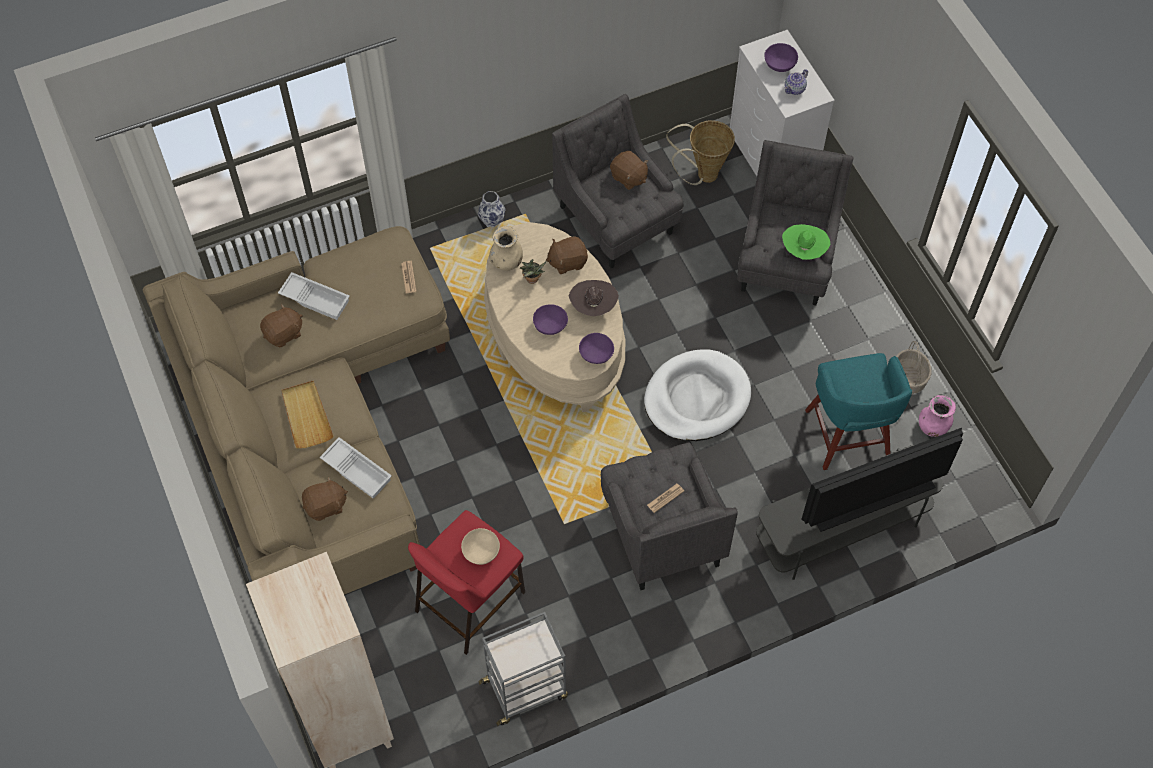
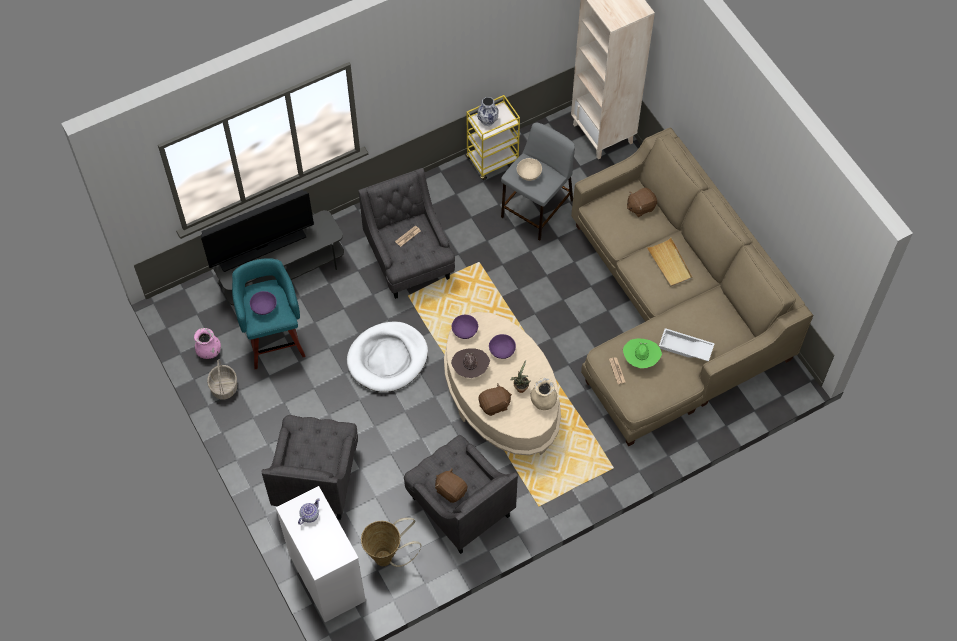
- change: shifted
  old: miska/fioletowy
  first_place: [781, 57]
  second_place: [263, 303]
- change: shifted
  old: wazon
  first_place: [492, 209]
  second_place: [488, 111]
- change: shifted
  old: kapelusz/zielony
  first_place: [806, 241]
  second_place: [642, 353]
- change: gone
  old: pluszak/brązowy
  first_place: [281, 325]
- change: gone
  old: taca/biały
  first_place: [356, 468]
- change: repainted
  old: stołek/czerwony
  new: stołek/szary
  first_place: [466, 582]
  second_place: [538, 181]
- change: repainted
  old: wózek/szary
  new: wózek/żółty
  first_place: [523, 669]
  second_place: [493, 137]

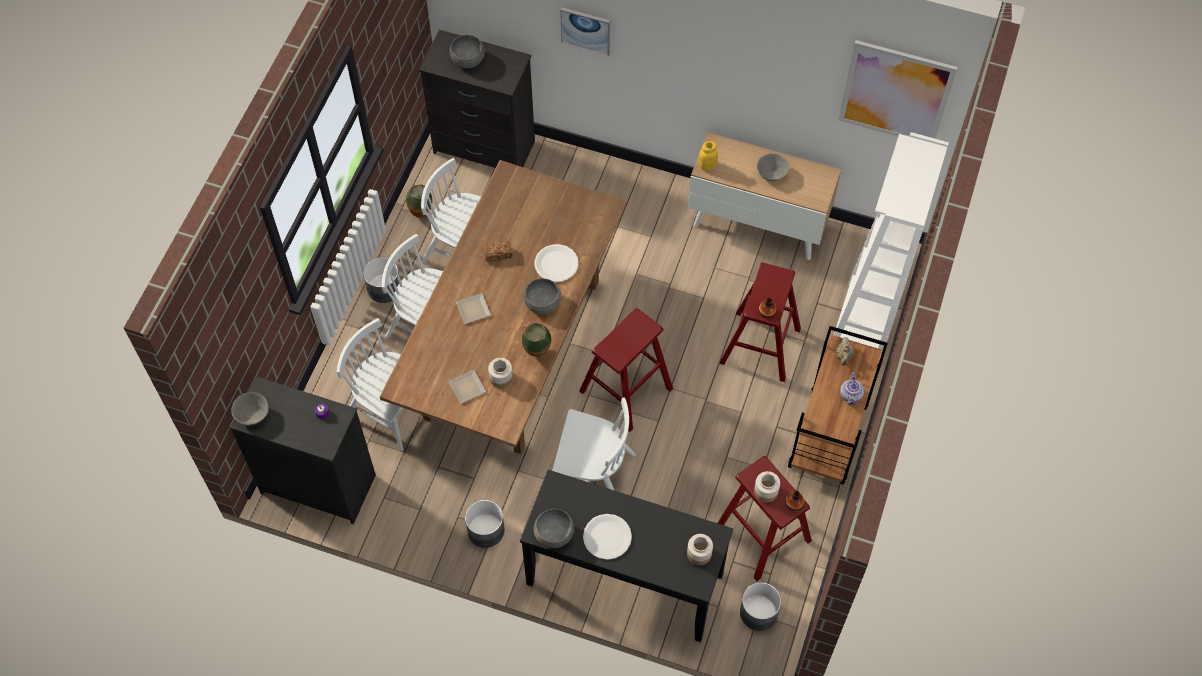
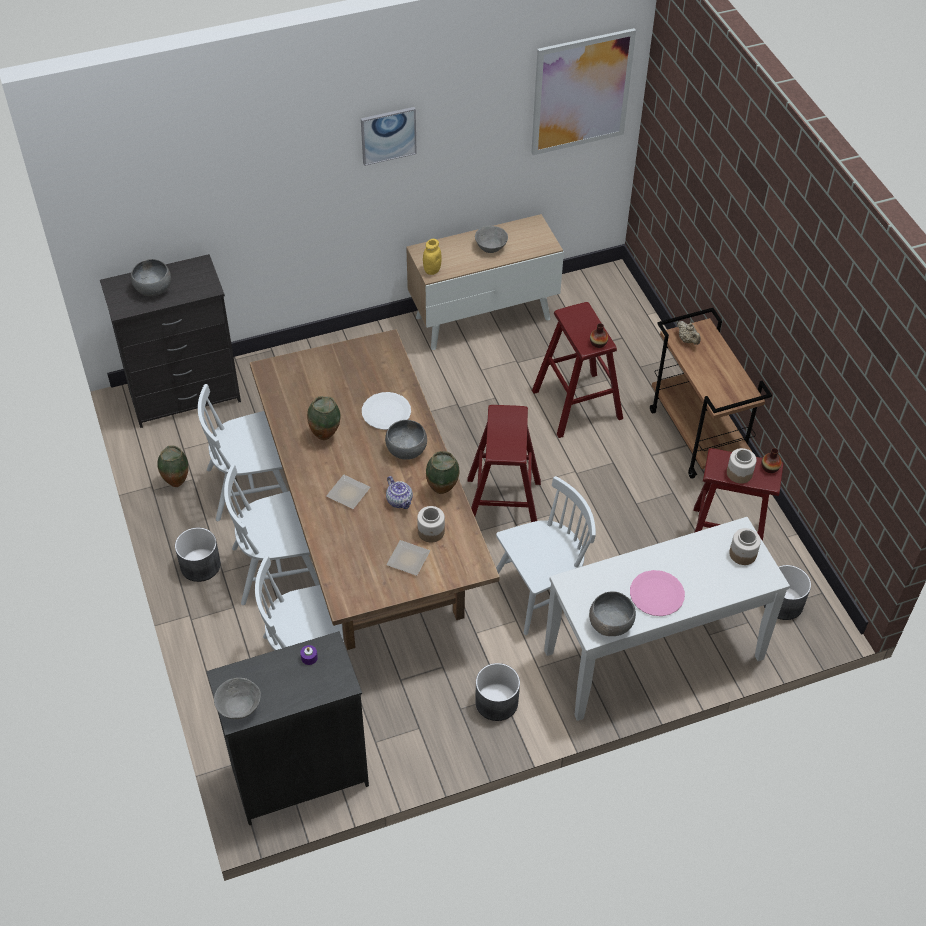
- change: shifted
  old: obraz
  first_place: [585, 31]
  second_place: [389, 136]
- change: gone
  old: regał/biały
  first_place: [891, 251]
- change: swapped
  old: chleb
  new: wazon
  first_place: [497, 251]
  second_place: [324, 418]
- change: shifted
  old: imbryk
  first_place: [852, 389]
  second_place: [399, 492]
- change: repainted
  old: stolik konsolowy/czarny
  new: stolik konsolowy/biały
  first_place: [626, 556]
  second_place: [667, 619]
- change: repainted
  old: talerz/biały
  new: talerz/różowy
  first_place: [607, 537]
  second_place: [657, 593]

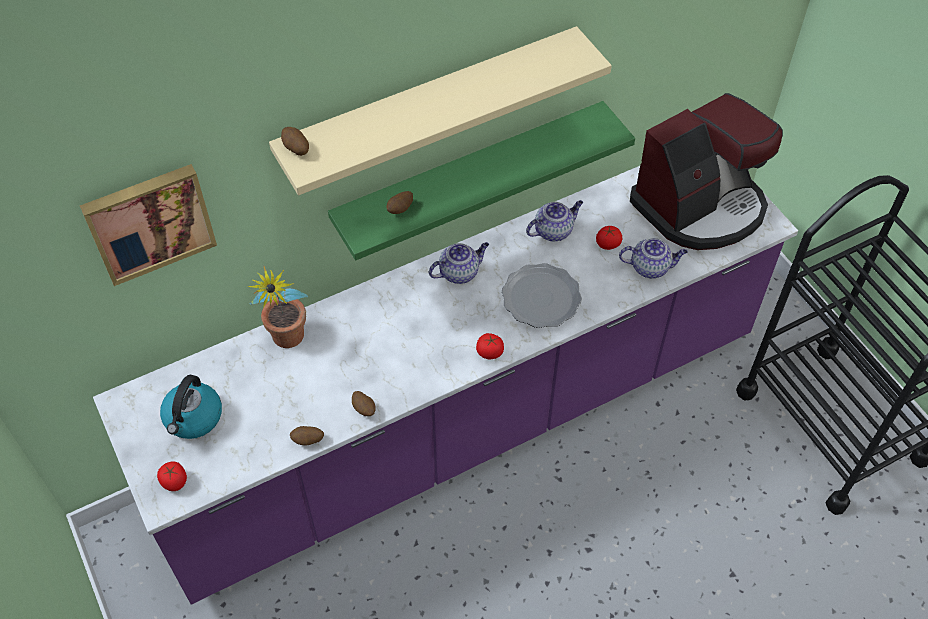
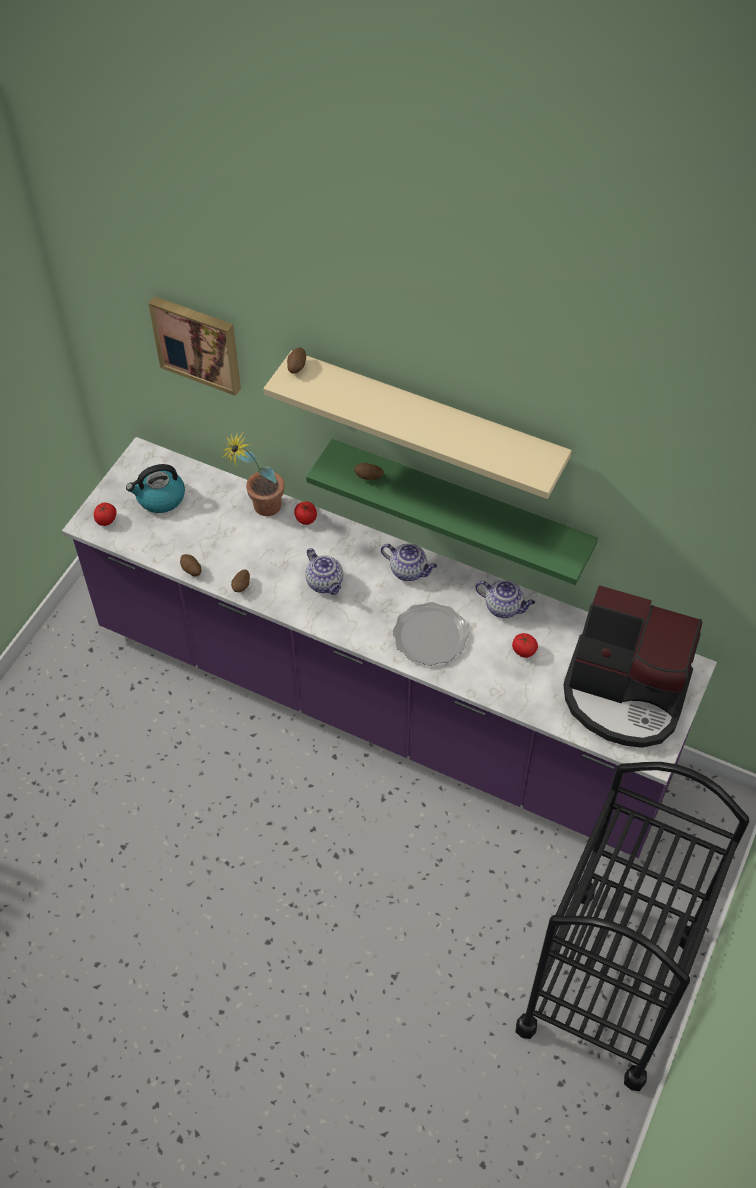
- change: shifted
  old: imbryk
  first_place: [653, 258]
  second_place: [324, 571]
- change: shifted
  old: pomidor
  first_place: [490, 346]
  second_place: [305, 513]

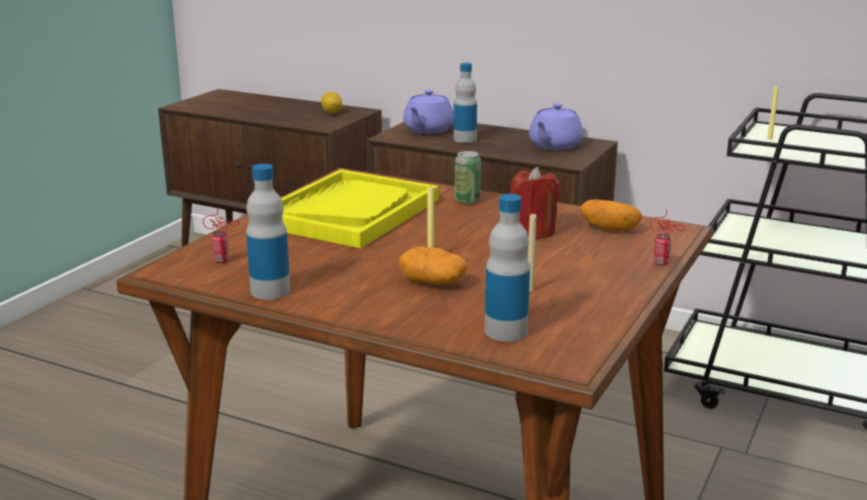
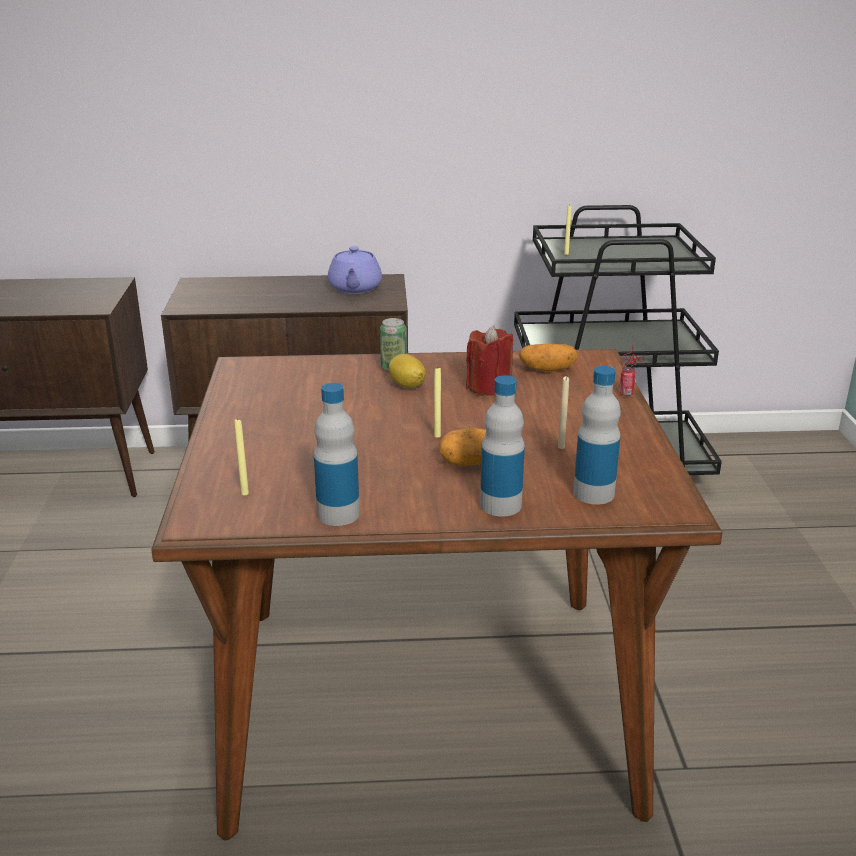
- change: shifted
  old: butelka
  first_place: [465, 103]
  second_place: [502, 446]
- change: gone
  old: imbryk/fioletowy
  first_place: [428, 111]
- change: shifted
  old: cytryna
  first_place: [331, 103]
  second_place: [407, 371]
- change: gone
  old: taca/żółty
  first_place: [360, 208]
- change: swapped
  old: puszka
  new: świeca/żółty
  first_place: [221, 235]
  second_place: [241, 456]

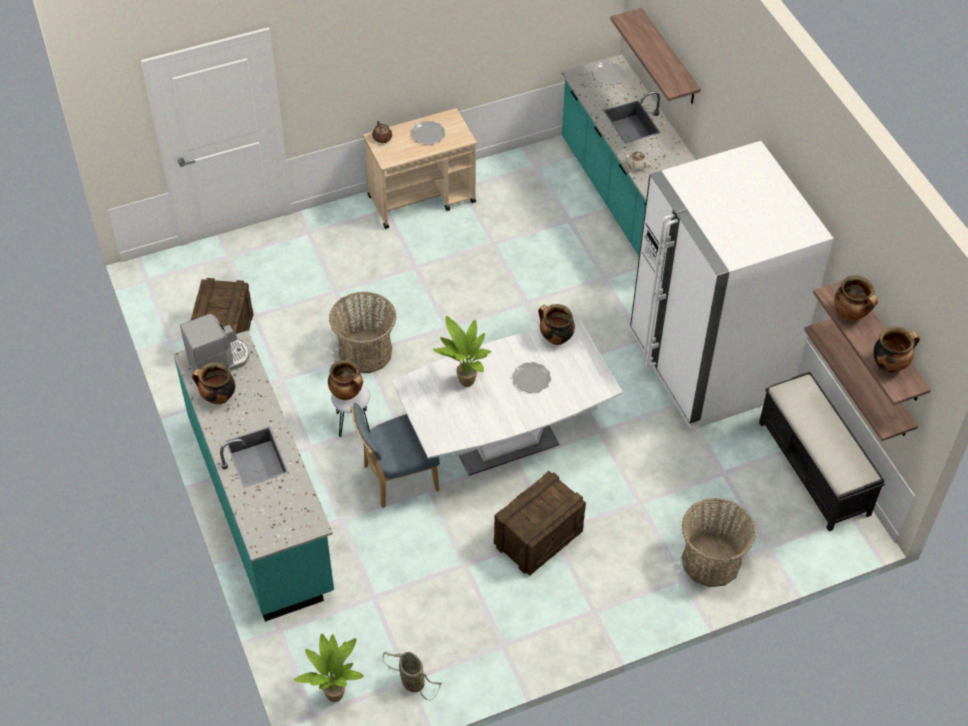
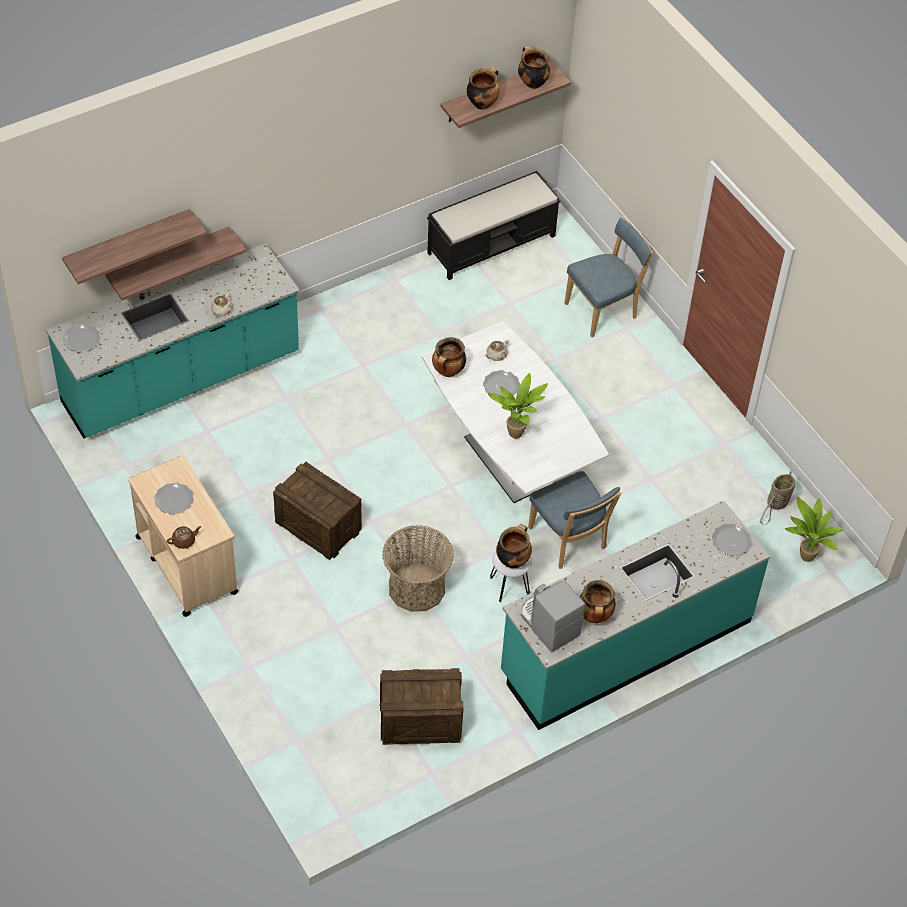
- change: gone
  old: lodówka/biały
  first_place: [732, 285]
- change: shifted
  old: półka
  first_place: [861, 380]
  second_place: [176, 263]
- change: shifted
  old: skrzynka
  first_place: [540, 523]
  second_place: [317, 511]
- change: swapped
  old: koszyk
  new: krzesło/niebieski
  first_place: [718, 542]
  second_place: [608, 277]
- change: new
  new: imbryk/beżowy
  second_place: [497, 350]
- change: new
  new: talerz
  second_place: [732, 540]

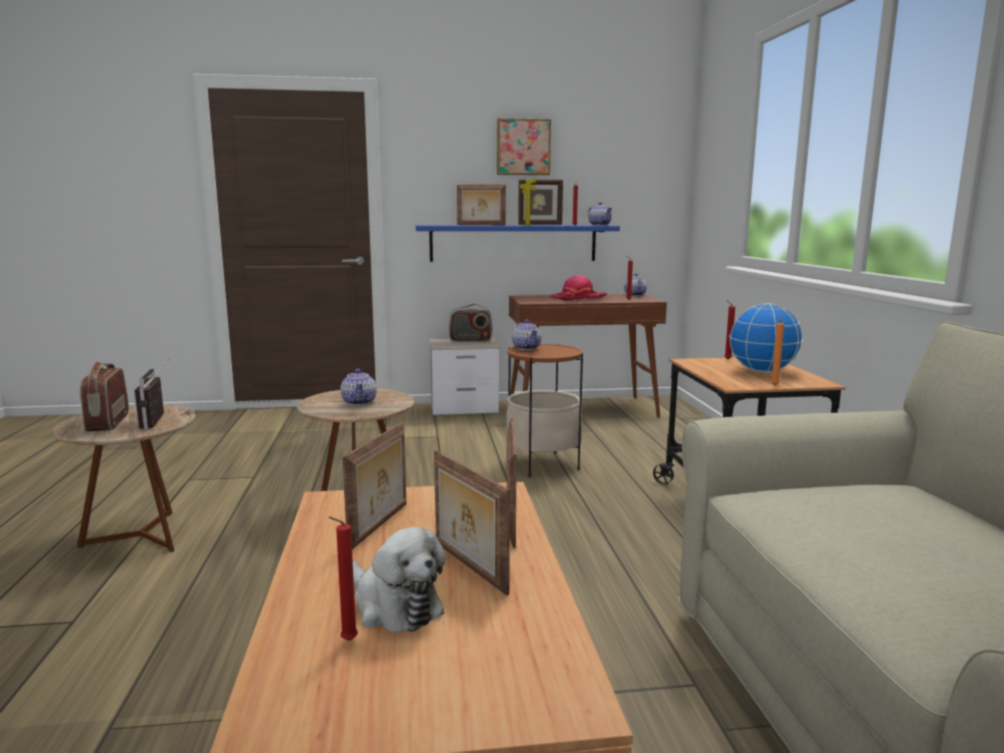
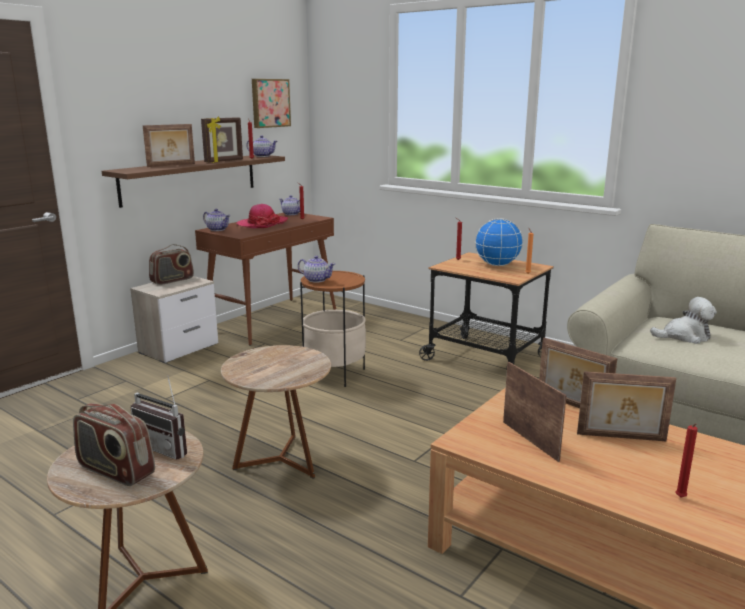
- change: shifted
  old: obraz
  first_place: [524, 146]
  second_place: [271, 103]
- change: repainted
  old: półka/niebieski
  new: półka/brązowy
  first_place: [518, 243]
  second_place: [193, 181]
- change: shifted
  old: imbryk
  first_place: [359, 387]
  second_place: [217, 220]
- change: shifted
  old: pluszak
  first_place: [399, 580]
  second_place: [683, 320]

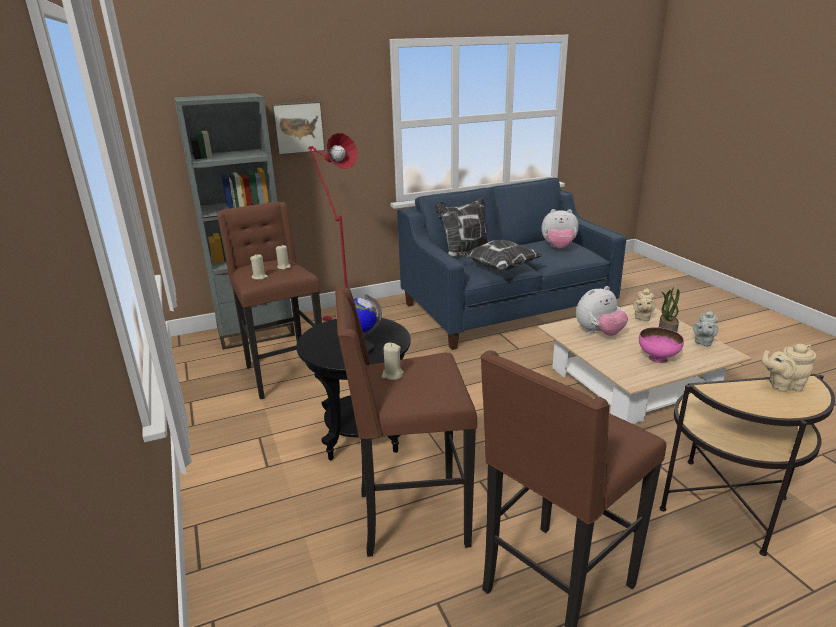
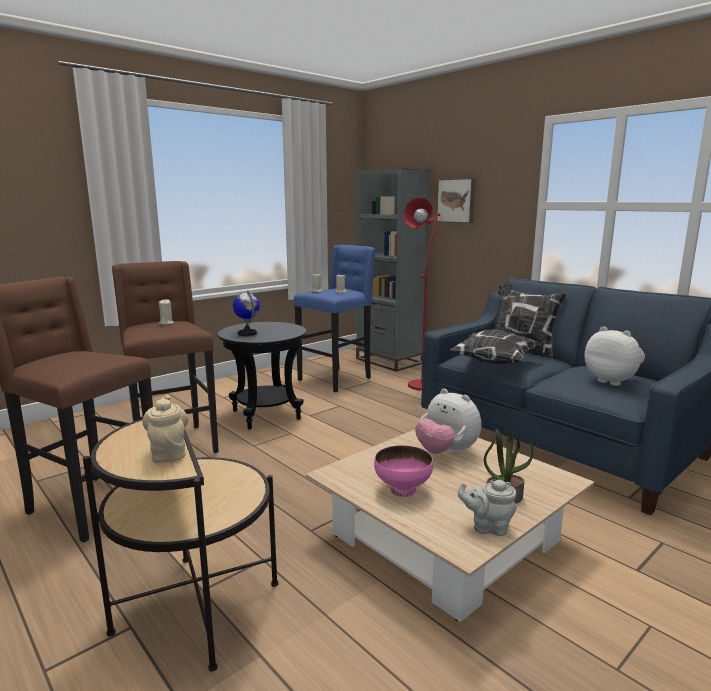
- change: repainted
  old: stołek/brązowy
  new: stołek/niebieski
  first_place: [269, 300]
  second_place: [335, 318]
- change: rotated
  old: pluszak
  first_place: [560, 228]
  second_place: [614, 356]
  degrees: 150
- change: gone
  old: imbryk/beżowy
  first_place: [644, 304]

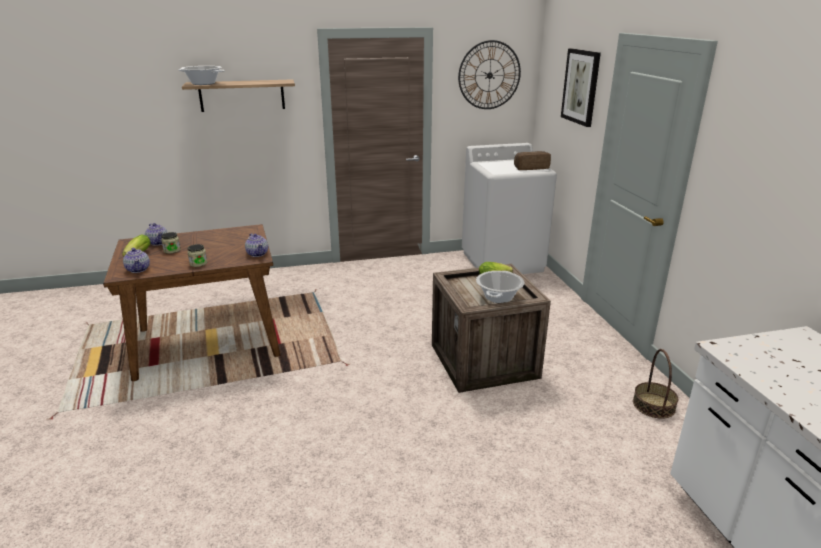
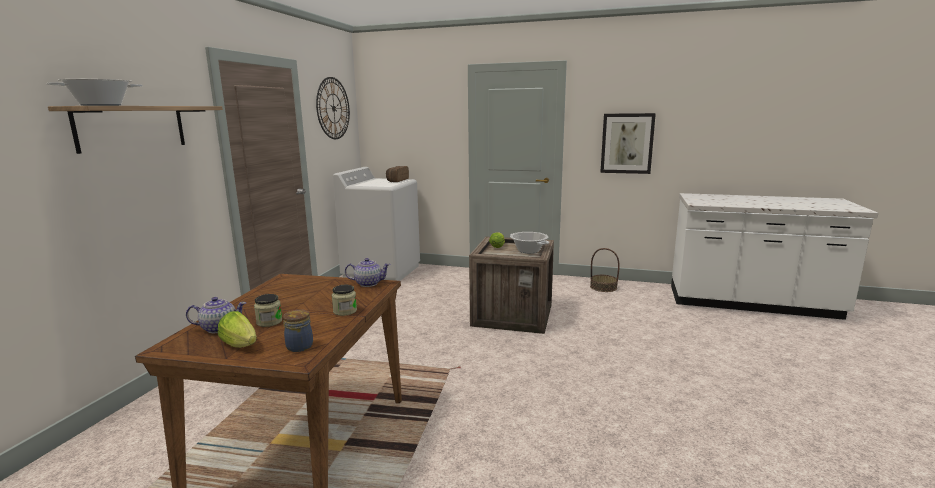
- change: shifted
  old: obraz
  first_place: [581, 87]
  second_place: [628, 143]
- change: swapped
  old: imbryk
  new: słoik
  first_place: [136, 260]
  second_place: [298, 331]

